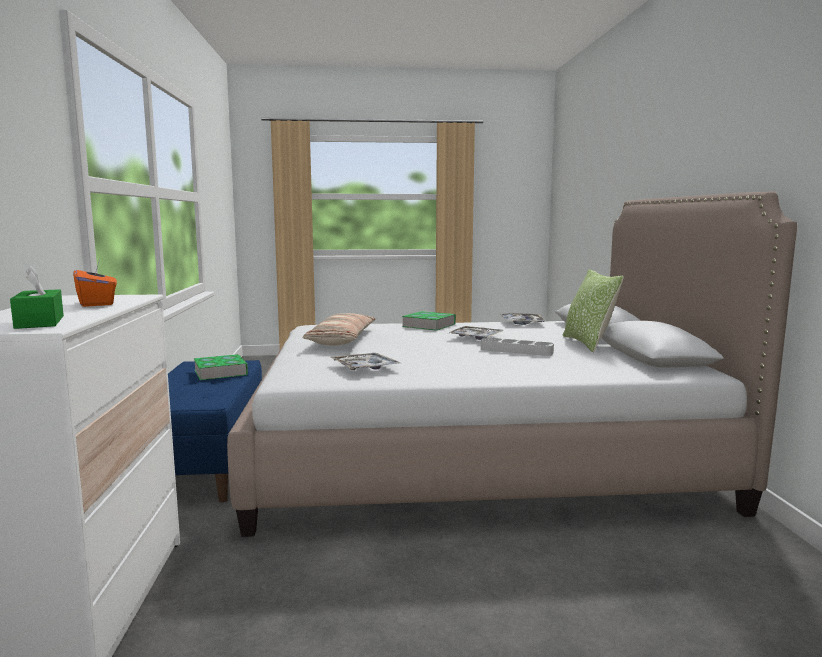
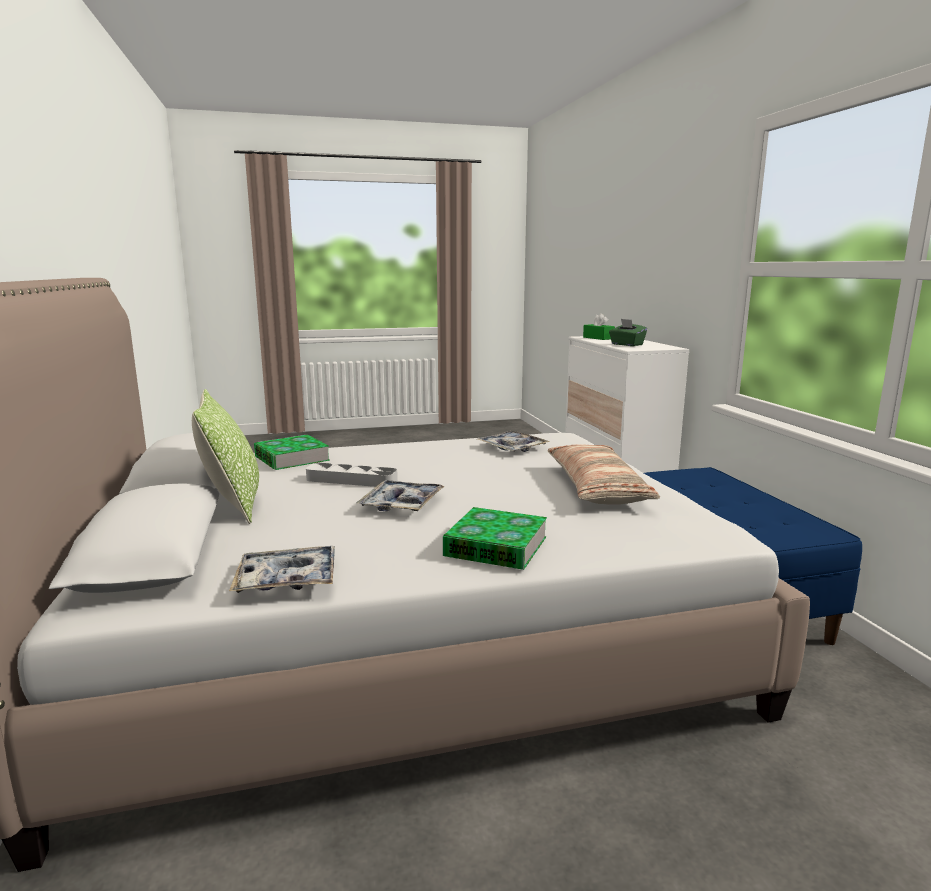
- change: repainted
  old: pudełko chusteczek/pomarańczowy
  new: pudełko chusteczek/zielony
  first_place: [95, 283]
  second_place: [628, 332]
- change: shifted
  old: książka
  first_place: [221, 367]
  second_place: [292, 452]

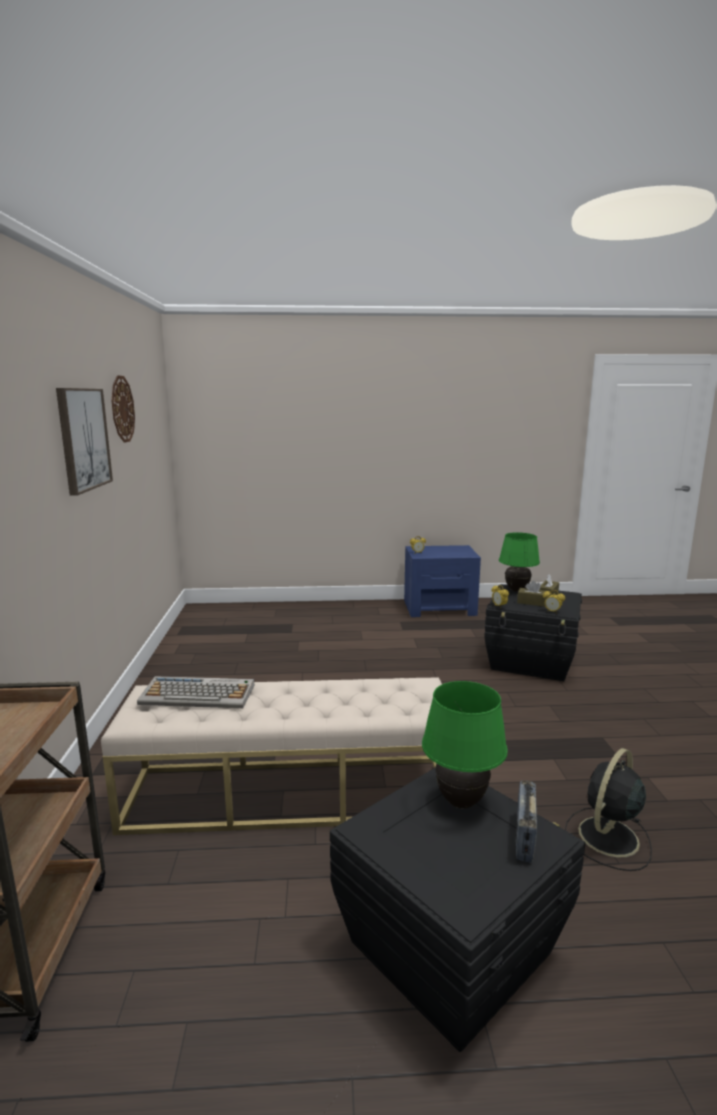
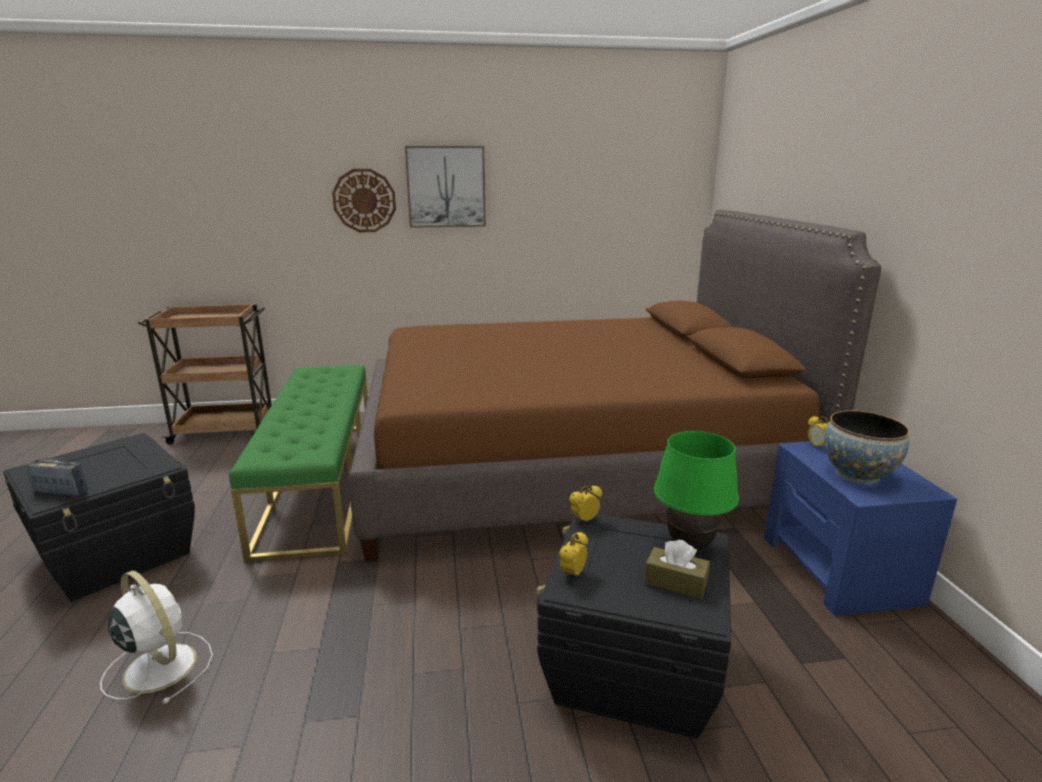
- change: shifted
  old: zegar ścienny
  first_place: [123, 409]
  second_place: [364, 200]
- change: gone
  old: pudełko chusteczek/brązowy
  first_place: [532, 594]
- change: gone
  old: klawiatura
  first_place: [195, 692]
- change: repainted
  old: ławka/beżowy
  new: ławka/zielony
  first_place: [271, 756]
  second_place: [298, 463]
- change: gone
  old: lampa stołowa/zielony
  first_place: [465, 745]
- change: repainted
  old: wentylator/czarny
  new: wentylator/biały
  first_place: [608, 809]
  second_place: [156, 637]
- change: new
  new: łóżko/brązowy
  second_place: [615, 385]
- change: new
  new: miska
  second_place: [867, 447]

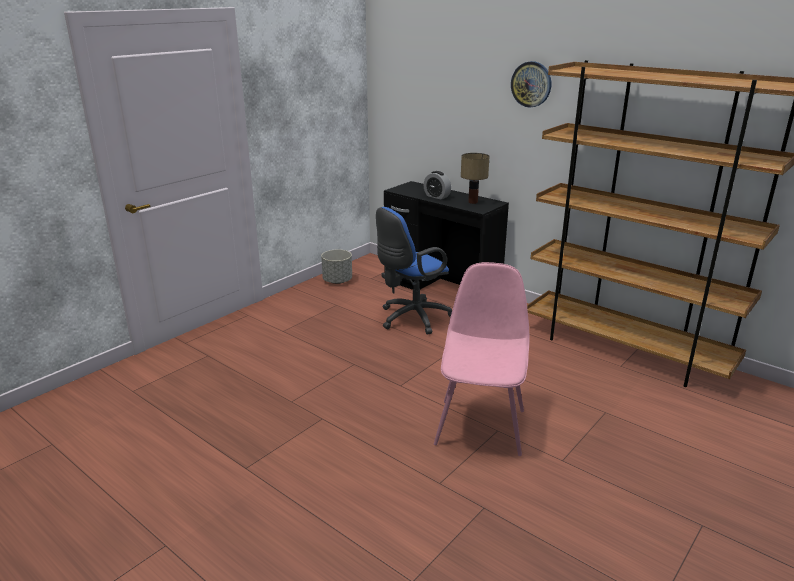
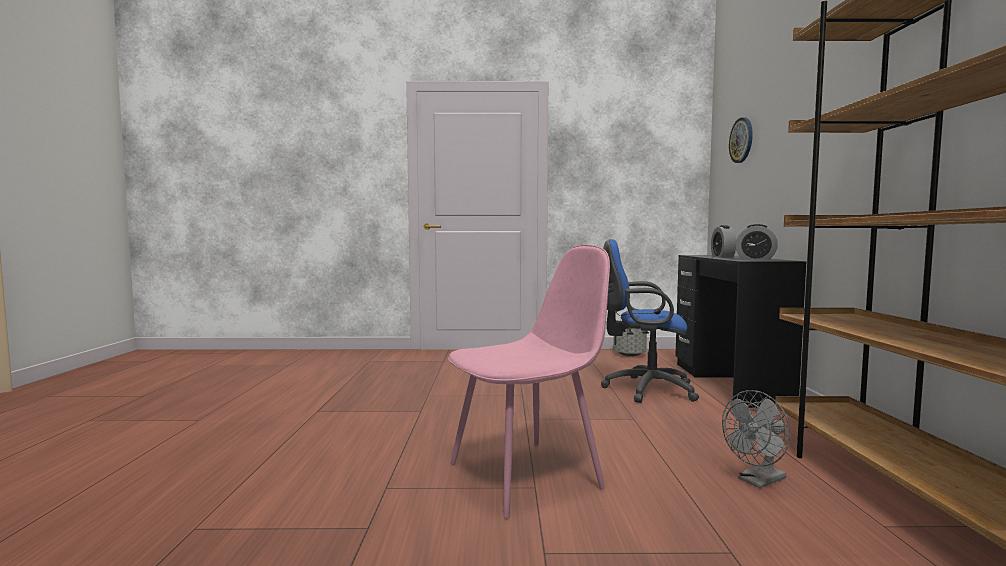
- change: shifted
  old: zegar ścienny
  first_place: [531, 84]
  second_place: [741, 140]
- change: swapped
  old: lampa stołowa
  new: budzik
  first_place: [475, 178]
  second_place: [757, 242]
- change: new
  new: wentylator/szary
  second_place: [756, 439]

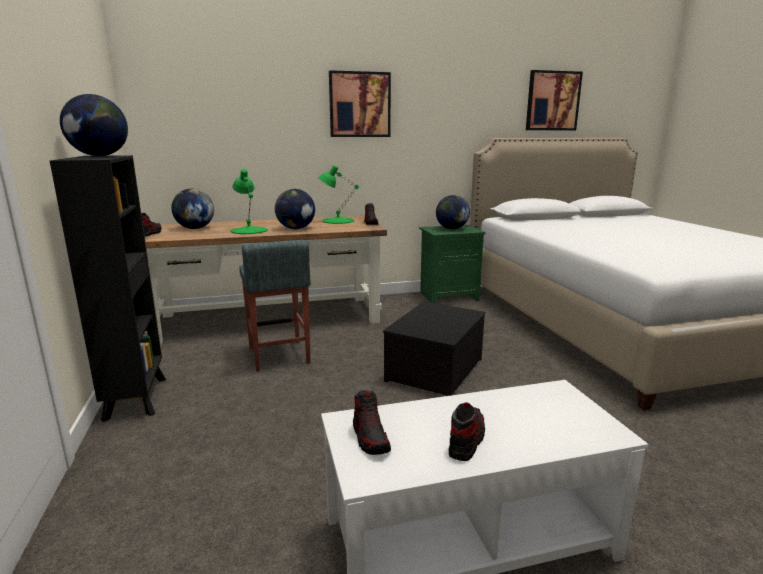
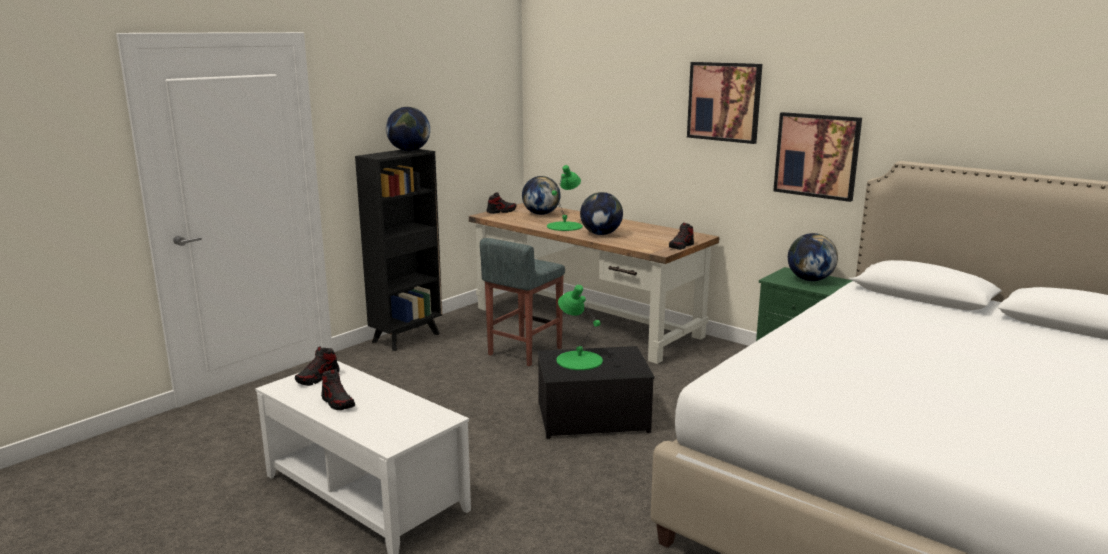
- change: shifted
  old: obraz
  first_place: [554, 100]
  second_place: [817, 157]
- change: shifted
  old: lampa stołowa/zielony
  first_place: [338, 194]
  second_place: [579, 327]
- change: rotated
  old: but
  first_place: [467, 431]
  second_place: [338, 389]
  degrees: 60

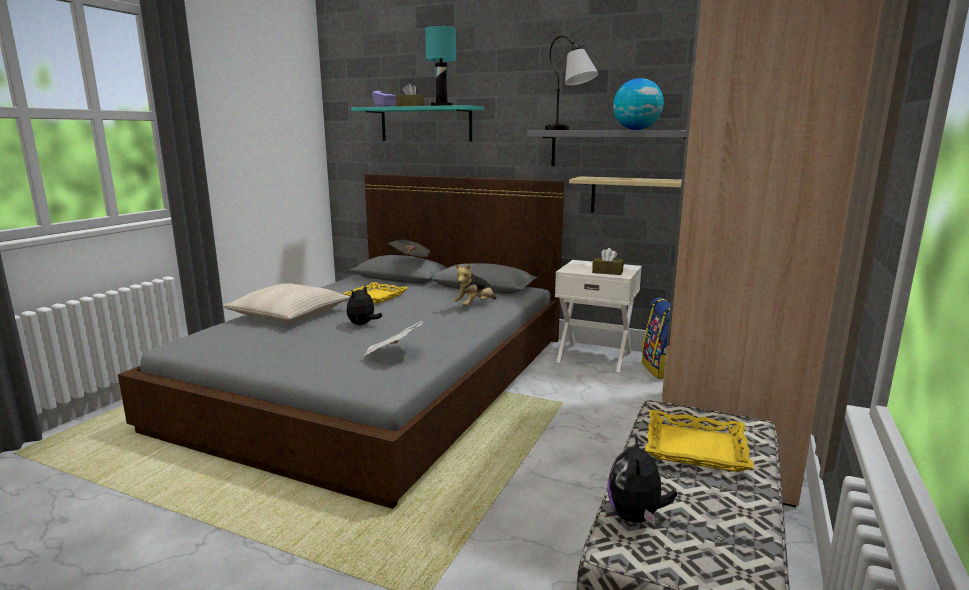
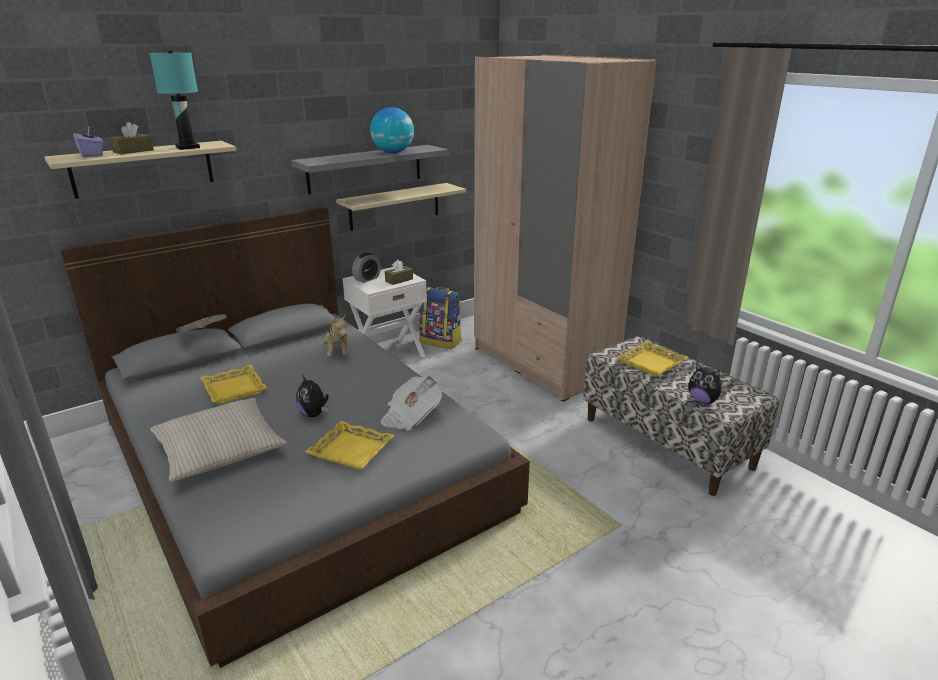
- change: gone
  old: lampa stołowa
  first_place: [572, 82]
- change: repainted
  old: półka/turkusowy
  new: półka/beżowy
  first_place: [417, 123]
  second_place: [140, 170]
- change: new
  new: budzik
  second_place: [366, 268]
- change: new
  new: taca/żółty
  second_place: [349, 445]

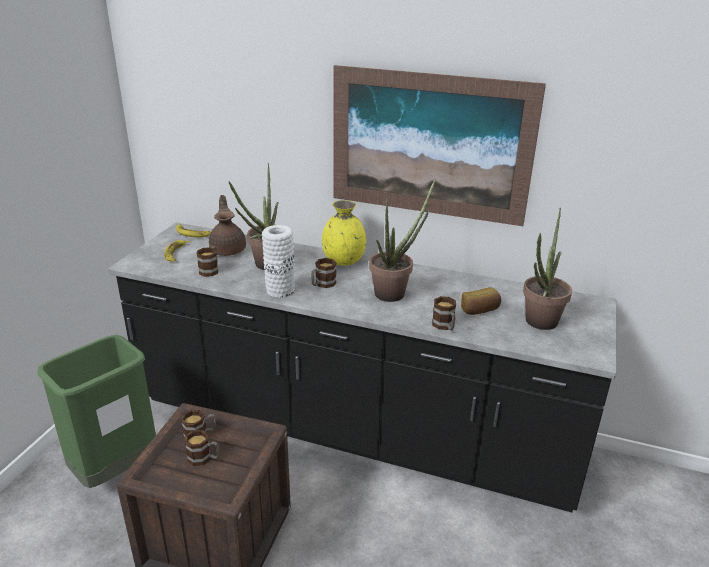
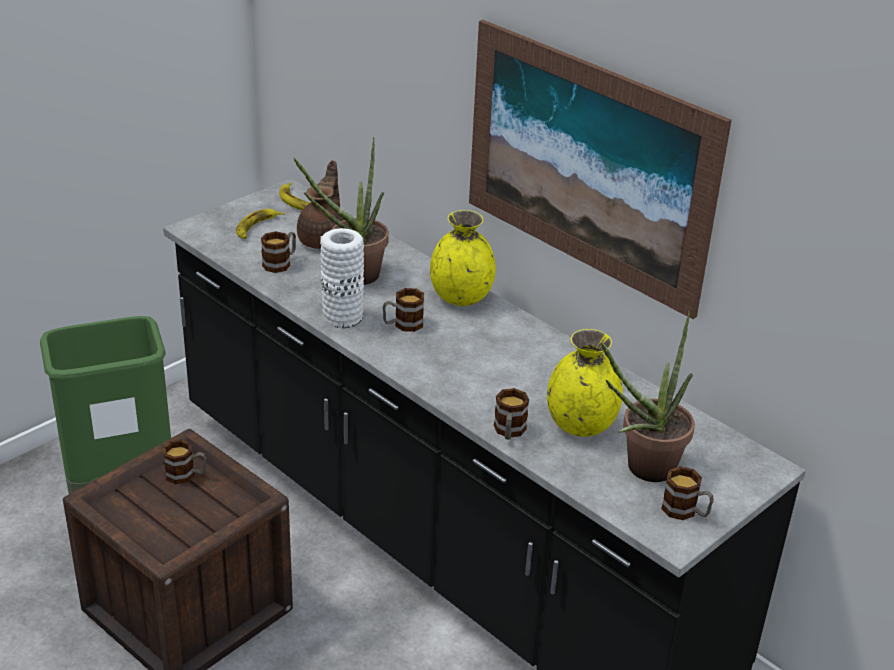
- change: gone
  old: roślina doniczkowa
  first_place: [402, 240]
- change: swapped
  old: chleb
  new: wazon/żółty
  first_place: [481, 301]
  second_place: [585, 383]
- change: shifted
  old: kubek
  first_place: [202, 448]
  second_place: [687, 493]

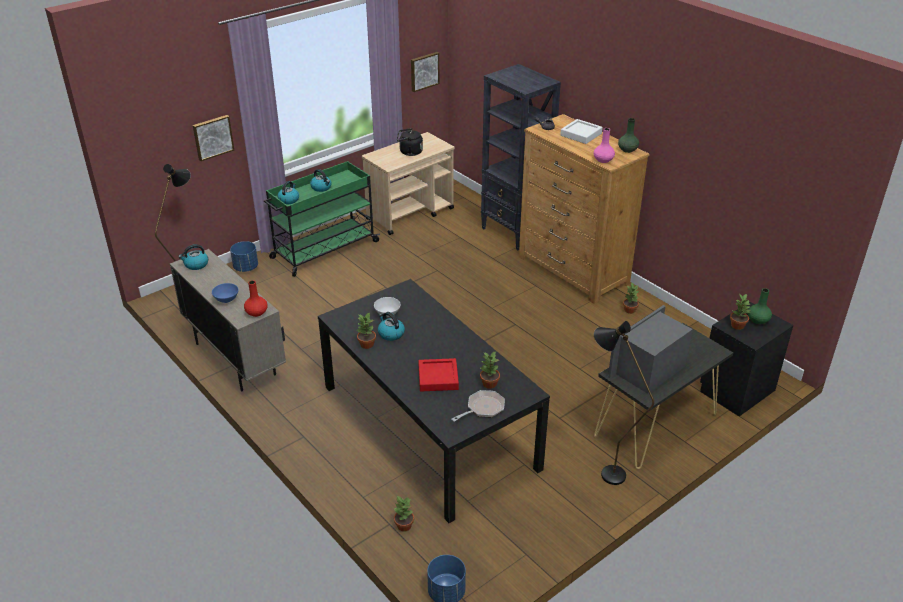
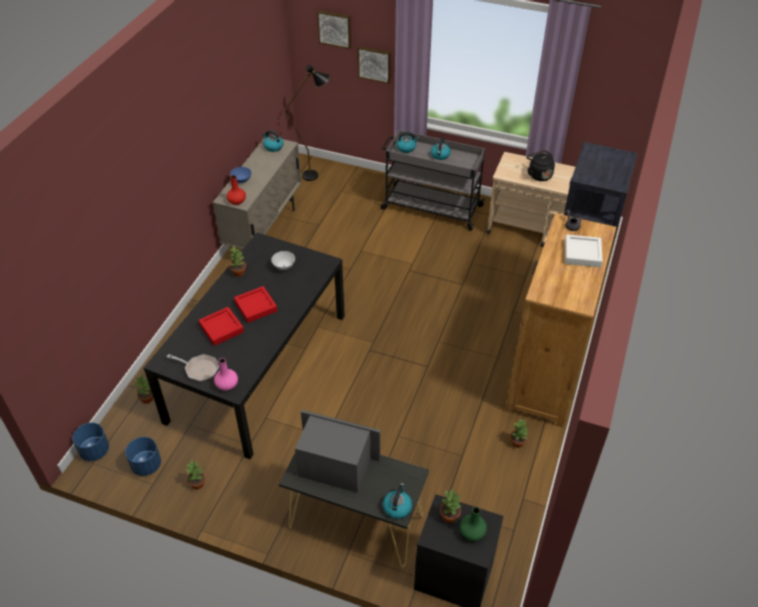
- change: shifted
  old: obraz
  first_place: [425, 72]
  second_place: [334, 29]
- change: gone
  old: wazon/zielony
  first_place: [628, 135]
- change: shifted
  old: wazon/różowy
  first_place: [604, 145]
  second_place: [226, 374]
- change: repainted
  old: wózek/zielony
  new: wózek/szary
  first_place: [322, 219]
  second_place: [433, 180]
- change: shifted
  old: donica/niebieski
  first_place: [244, 256]
  second_place: [143, 456]
- change: shifted
  old: czajnik
  first_place: [391, 326]
  second_place: [397, 501]
- change: gone
  old: lampa stojąca/czarny
  first_place: [624, 403]
- change: shifted
  old: roślina doniczkowa
  first_place: [490, 370]
  second_place: [196, 474]
- change: new
  new: taca/czerwony
  second_place: [255, 304]

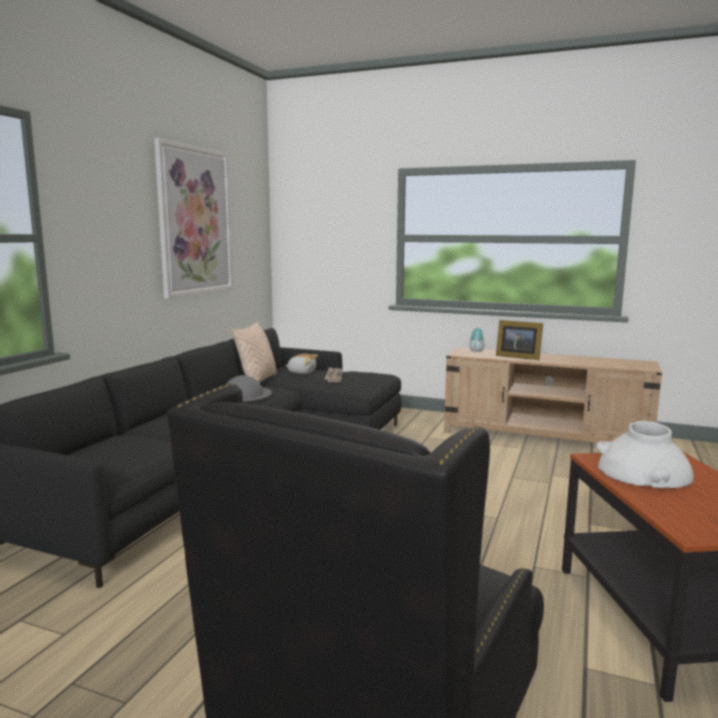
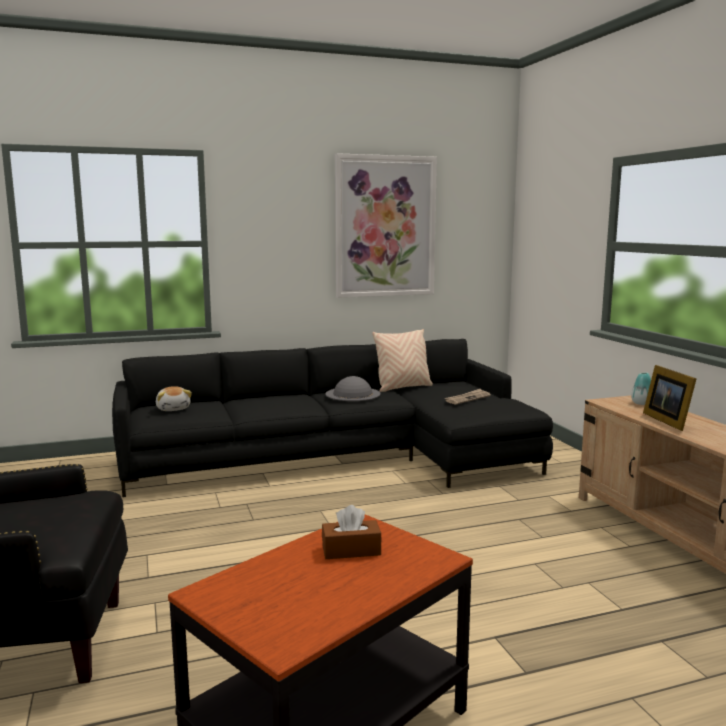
- change: shifted
  old: pluszak
  first_place: [301, 363]
  second_place: [174, 398]
- change: swapped
  old: wazon/biały
  new: pudełko chusteczek/brązowy
  first_place: [645, 454]
  second_place: [351, 532]

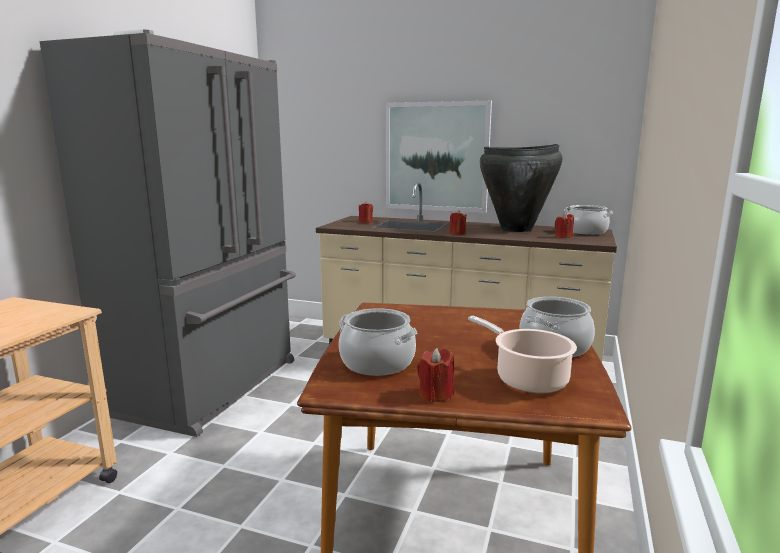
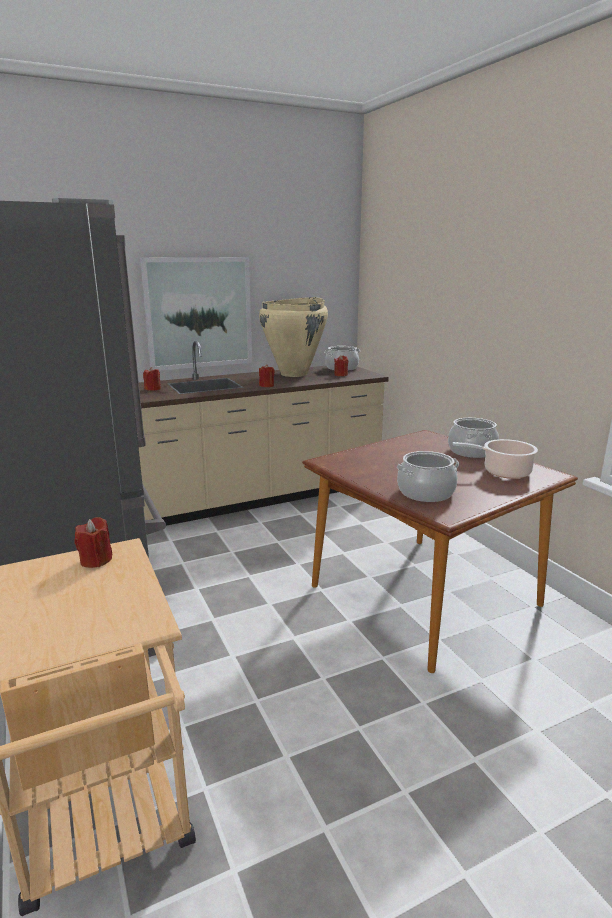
- change: repainted
  old: wazon/czarny
  new: wazon/beżowy
  first_place: [521, 188]
  second_place: [293, 337]
- change: shifted
  old: świeca/czerwony
  first_place: [435, 375]
  second_place: [93, 542]

